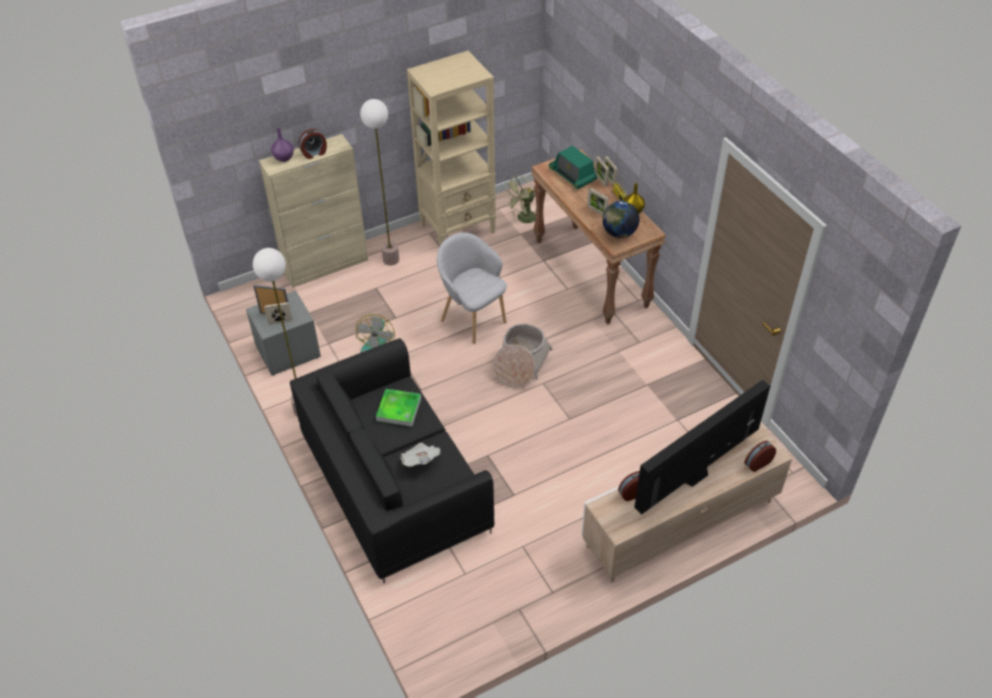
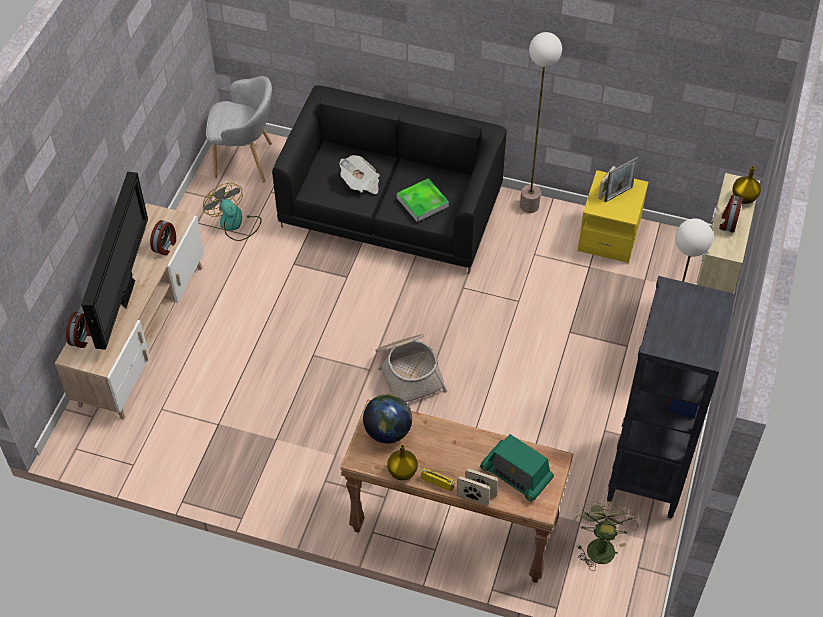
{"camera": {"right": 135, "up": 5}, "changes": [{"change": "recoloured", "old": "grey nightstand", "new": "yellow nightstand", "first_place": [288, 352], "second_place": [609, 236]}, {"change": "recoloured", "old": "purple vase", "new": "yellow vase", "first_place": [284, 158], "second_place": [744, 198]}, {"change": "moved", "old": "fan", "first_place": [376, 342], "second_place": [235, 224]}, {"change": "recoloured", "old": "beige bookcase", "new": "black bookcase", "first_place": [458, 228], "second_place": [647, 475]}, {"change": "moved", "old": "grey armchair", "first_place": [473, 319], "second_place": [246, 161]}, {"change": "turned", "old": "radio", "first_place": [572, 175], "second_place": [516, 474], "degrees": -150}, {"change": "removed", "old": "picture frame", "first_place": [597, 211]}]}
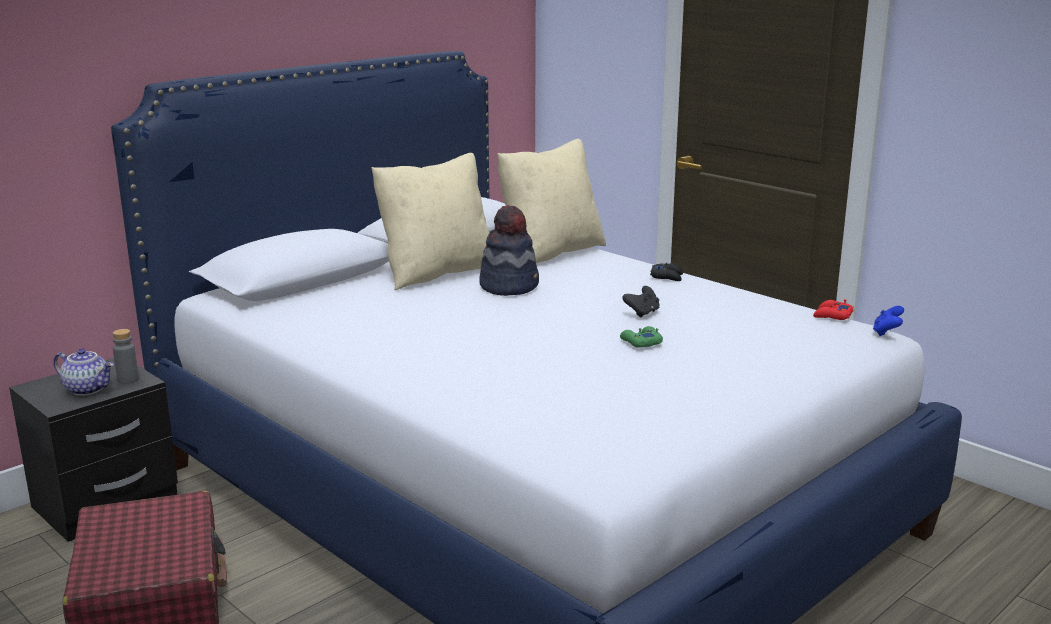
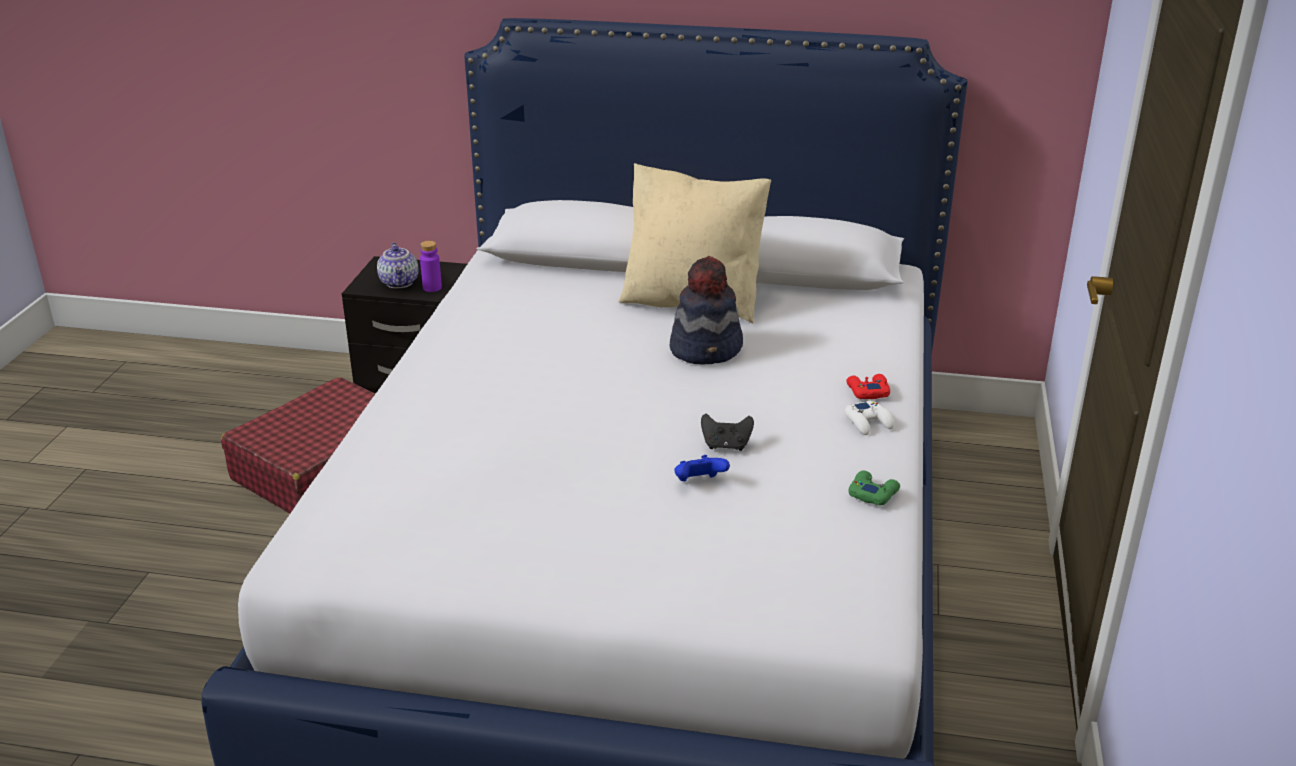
{"camera": {"right": 55, "up": 10}, "changes": [{"change": "recoloured", "old": "grey bottle", "new": "purple bottle", "first_place": [128, 380], "second_place": [432, 288]}, {"change": "removed", "old": "beige pillow", "first_place": [550, 253]}, {"change": "moved", "old": "green game controller", "first_place": [641, 342], "second_place": [872, 493]}, {"change": "recoloured", "old": "black game controller", "new": "white game controller", "first_place": [667, 277], "second_place": [868, 423]}, {"change": "moved", "old": "red game controller", "first_place": [832, 316], "second_place": [867, 391]}, {"change": "moved", "old": "blue game controller", "first_place": [886, 333], "second_place": [699, 483]}]}
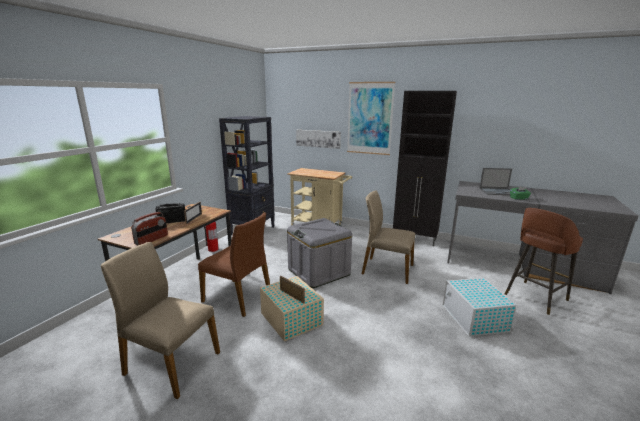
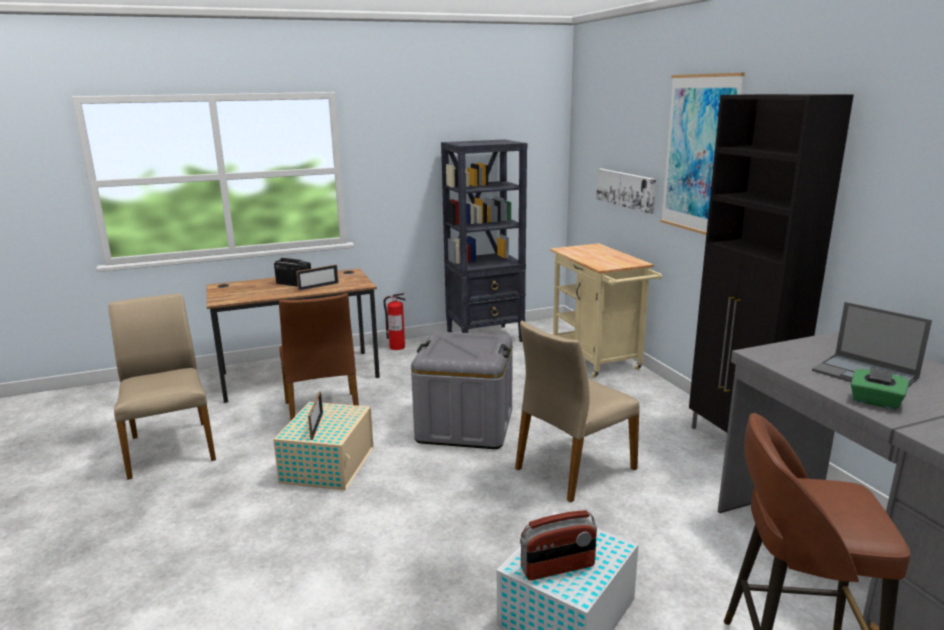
{"camera": {"right": 45, "up": 0}, "changes": [{"change": "moved", "old": "radio", "first_place": [152, 240], "second_place": [558, 568]}, {"change": "turned", "old": "beige chair", "first_place": [387, 269], "second_place": [573, 468], "degrees": -105}]}
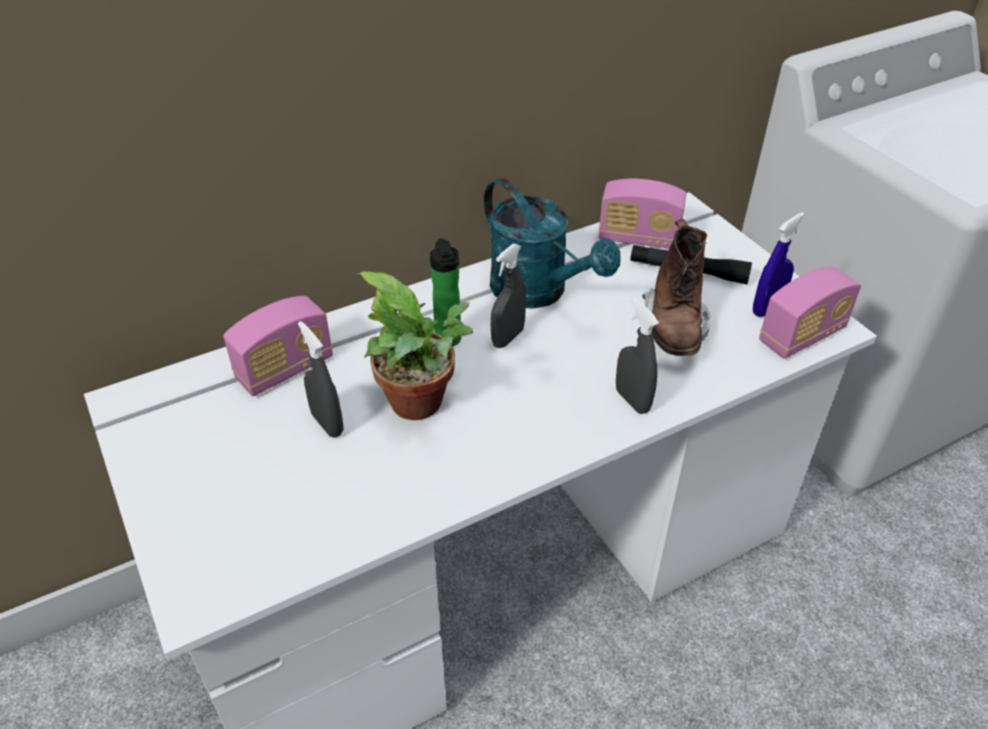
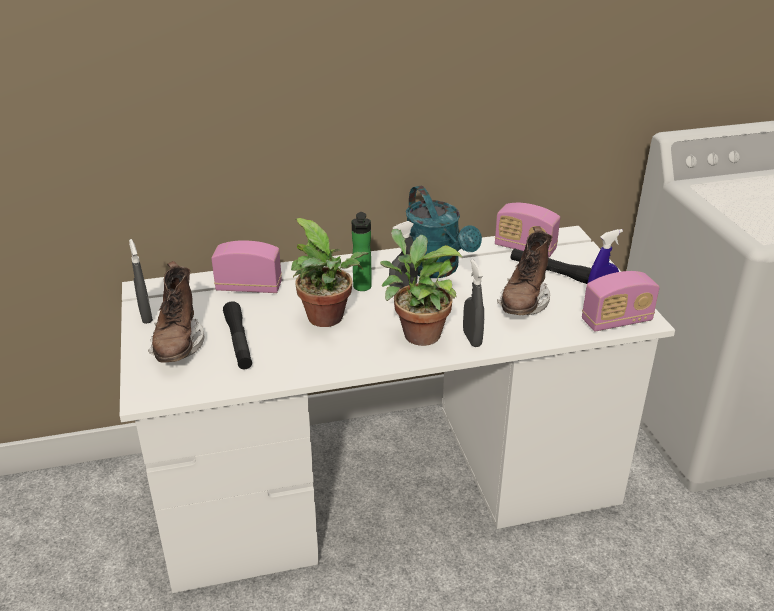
{"camera": {"right": 15, "up": -10}, "changes": [{"change": "turned", "old": "radio", "first_place": [285, 369], "second_place": [249, 287], "degrees": -150}, {"change": "moved", "old": "grey spray bottle", "first_place": [327, 424], "second_place": [146, 316]}, {"change": "added", "new": "brown boot", "second_place": [178, 345]}, {"change": "added", "new": "black flashlight", "second_place": [238, 342]}, {"change": "added", "new": "potted plant", "second_place": [417, 333]}]}
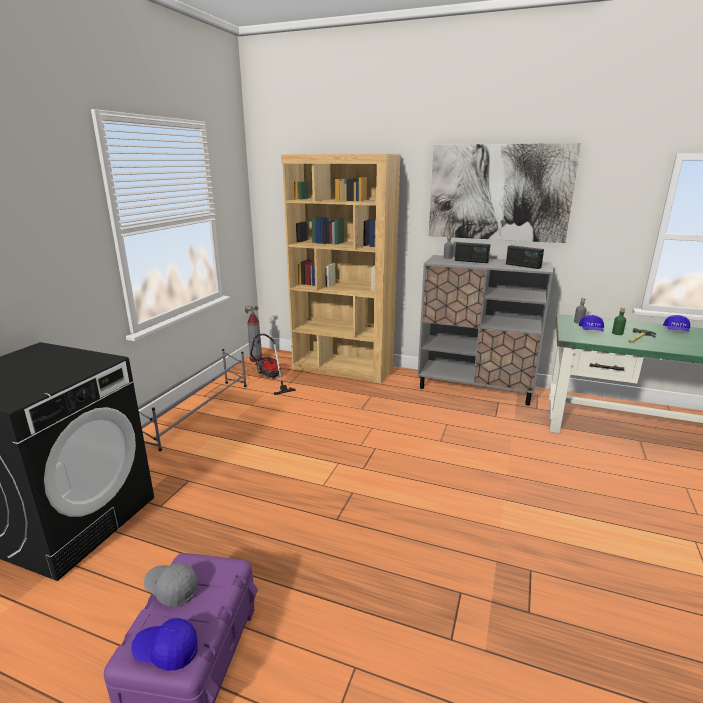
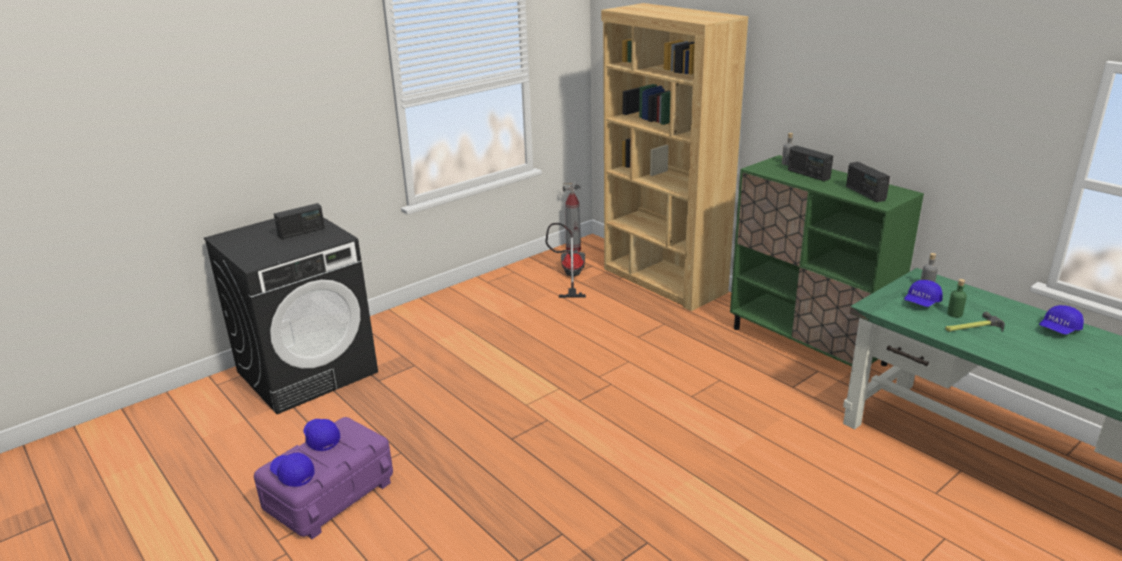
{"camera": {"right": 30, "up": 5}, "changes": [{"change": "removed", "old": "grey shoe rack", "first_place": [198, 412]}, {"change": "recoloured", "old": "grey cap", "new": "blue cap", "first_place": [171, 589], "second_place": [321, 438]}, {"change": "recoloured", "old": "grey cabinet", "new": "green cabinet", "first_place": [475, 388], "second_place": [807, 346]}, {"change": "removed", "old": "picture", "first_place": [499, 193]}, {"change": "added", "new": "radio", "second_place": [301, 232]}]}
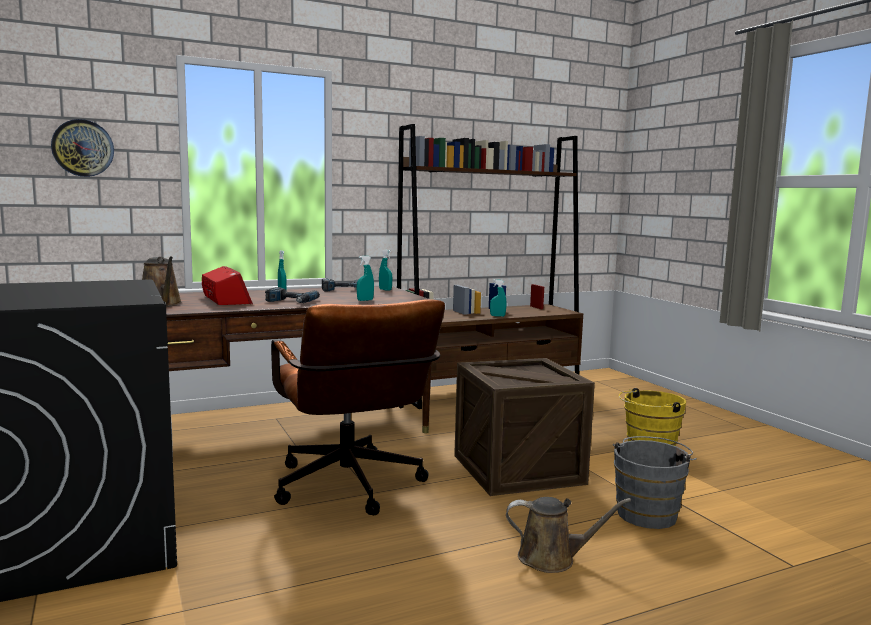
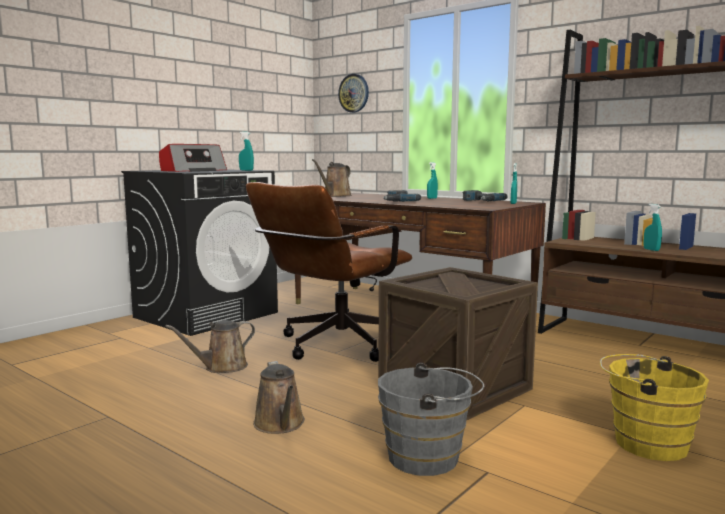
{"camera": {"right": 65, "up": 0}, "changes": [{"change": "moved", "old": "radio", "first_place": [226, 300], "second_place": [193, 171]}, {"change": "moved", "old": "turquoise spray bottle", "first_place": [365, 300], "second_place": [246, 170]}, {"change": "added", "new": "brown watering can", "second_place": [222, 367]}]}
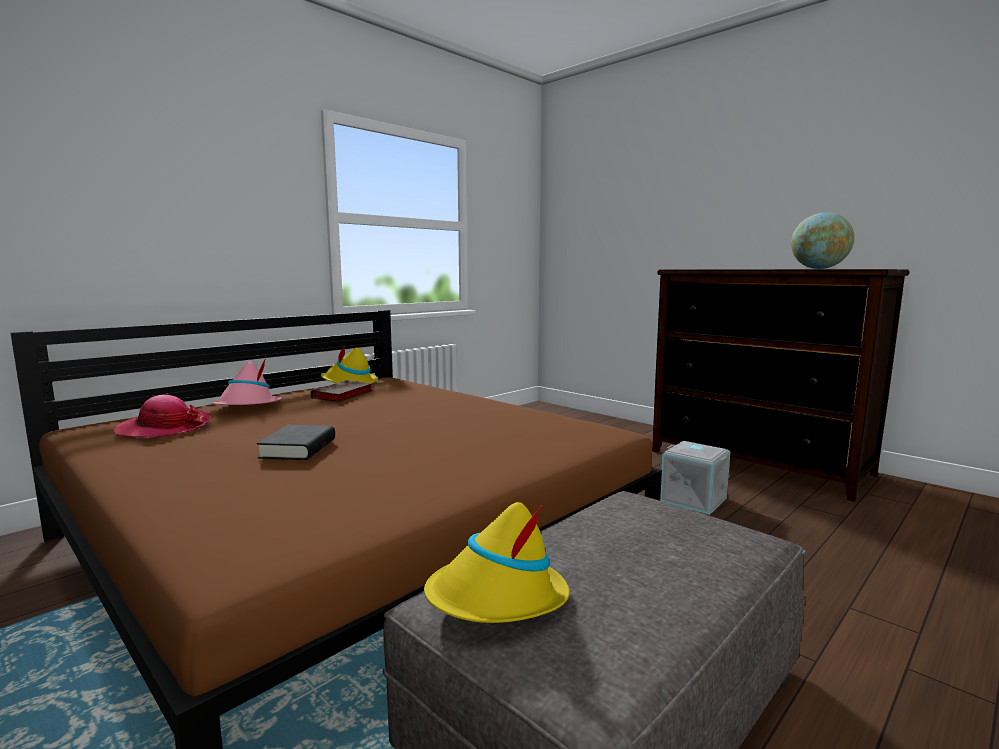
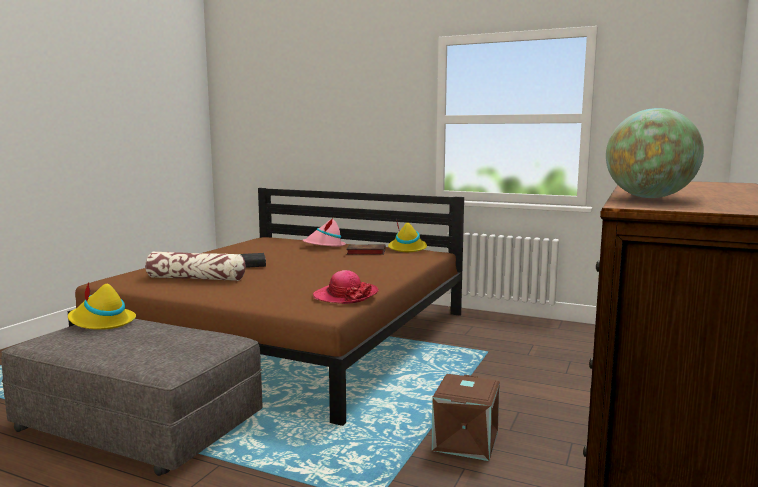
{"camera": {"right": 70, "up": 0}, "changes": [{"change": "moved", "old": "hat", "first_place": [164, 428], "second_place": [345, 296]}, {"change": "recoloured", "old": "grey storage box", "new": "brown storage box", "first_place": [694, 499], "second_place": [466, 442]}, {"change": "added", "new": "pillow", "second_place": [196, 278]}]}
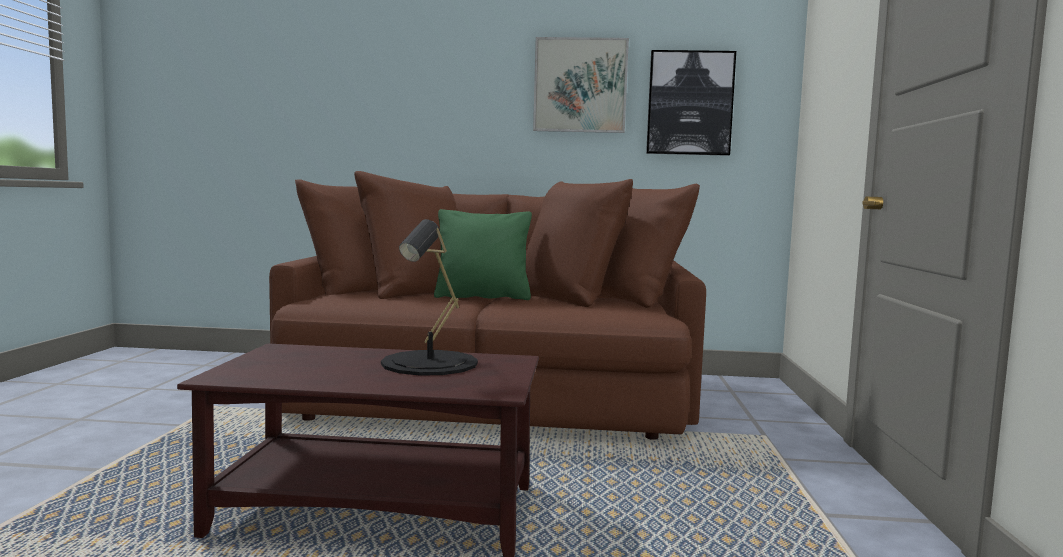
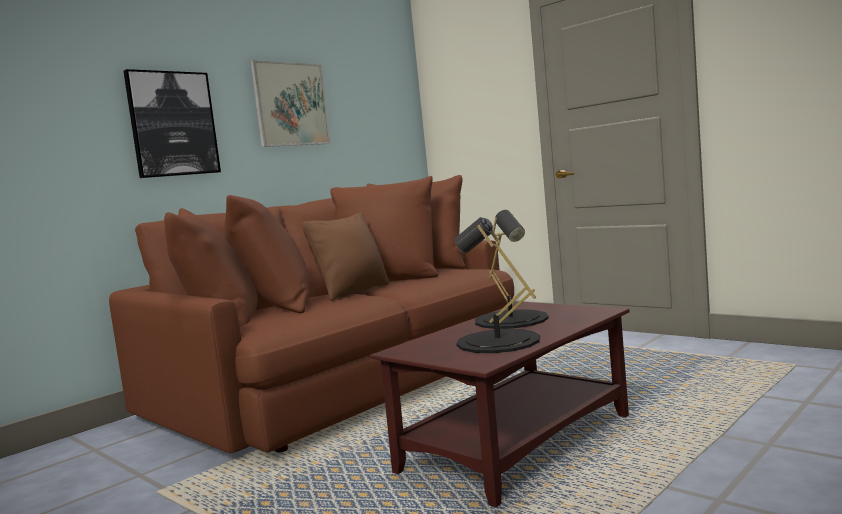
{"camera": {"right": -50, "up": 0}, "changes": [{"change": "recoloured", "old": "green pillow", "new": "brown pillow", "first_place": [482, 297], "second_place": [353, 292]}, {"change": "moved", "old": "picture", "first_place": [690, 103], "second_place": [172, 124]}, {"change": "added", "new": "black table lamp", "second_place": [498, 341]}]}
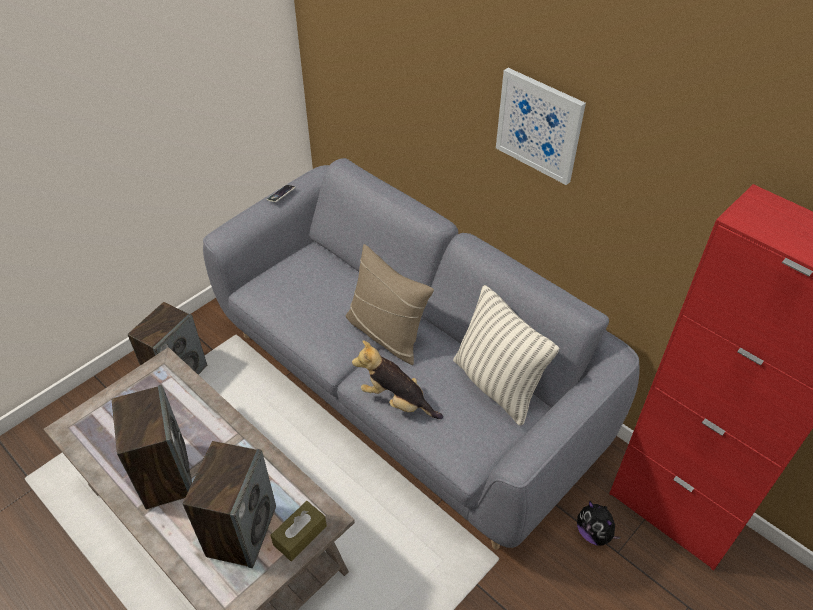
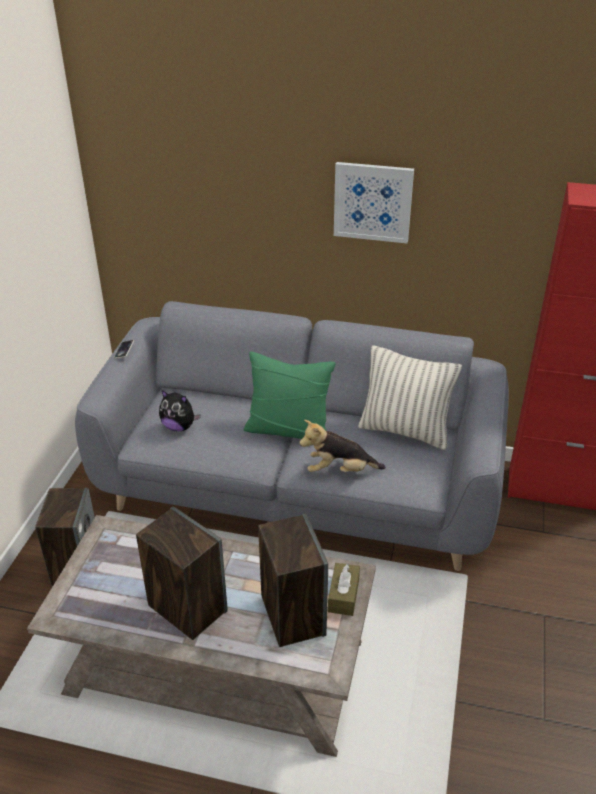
{"camera": {"right": -30, "up": -10}, "changes": [{"change": "recoloured", "old": "beige pillow", "new": "green pillow", "first_place": [386, 334], "second_place": [289, 430]}, {"change": "moved", "old": "plush toy", "first_place": [594, 533], "second_place": [179, 427]}]}
